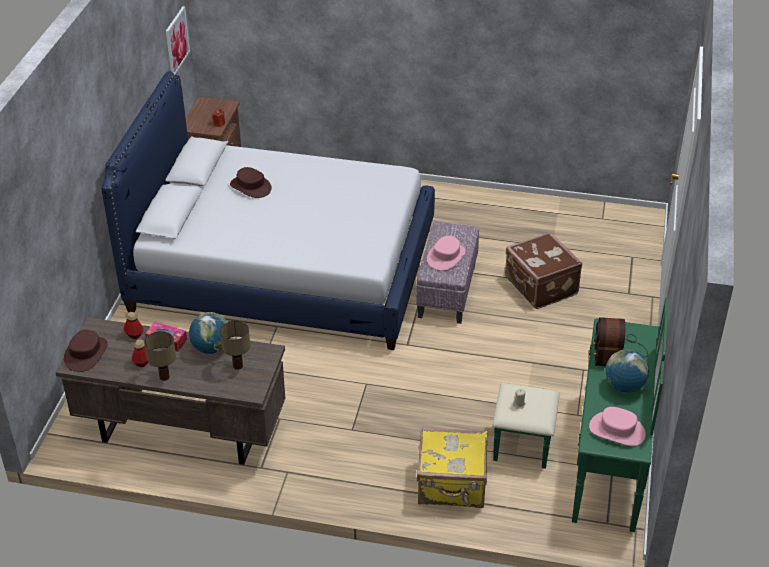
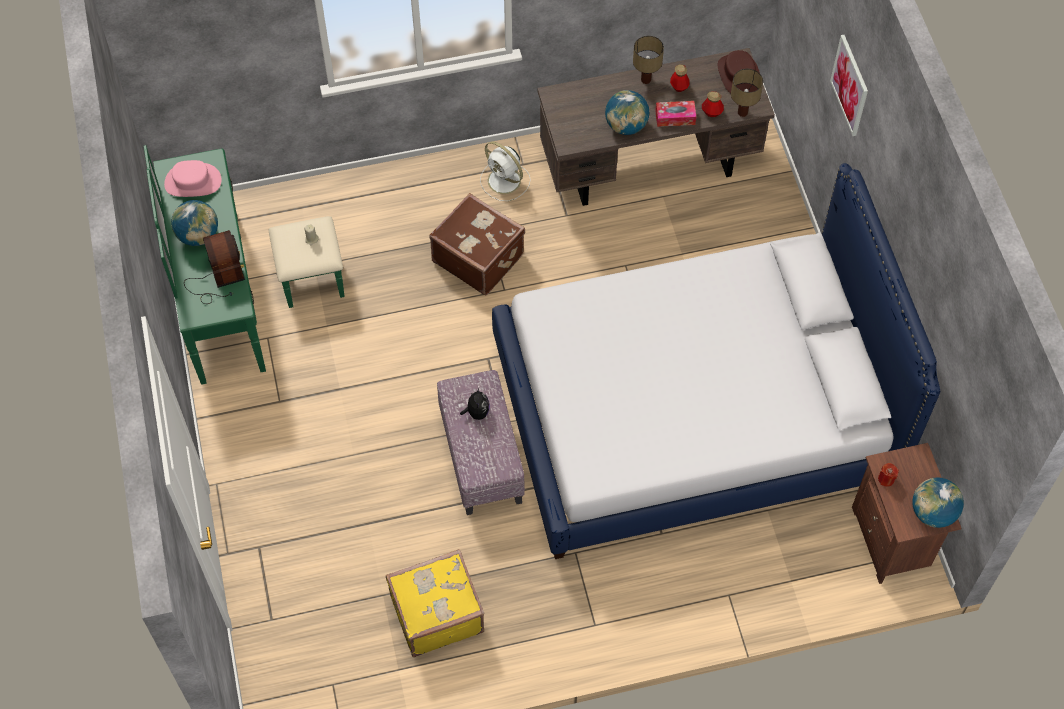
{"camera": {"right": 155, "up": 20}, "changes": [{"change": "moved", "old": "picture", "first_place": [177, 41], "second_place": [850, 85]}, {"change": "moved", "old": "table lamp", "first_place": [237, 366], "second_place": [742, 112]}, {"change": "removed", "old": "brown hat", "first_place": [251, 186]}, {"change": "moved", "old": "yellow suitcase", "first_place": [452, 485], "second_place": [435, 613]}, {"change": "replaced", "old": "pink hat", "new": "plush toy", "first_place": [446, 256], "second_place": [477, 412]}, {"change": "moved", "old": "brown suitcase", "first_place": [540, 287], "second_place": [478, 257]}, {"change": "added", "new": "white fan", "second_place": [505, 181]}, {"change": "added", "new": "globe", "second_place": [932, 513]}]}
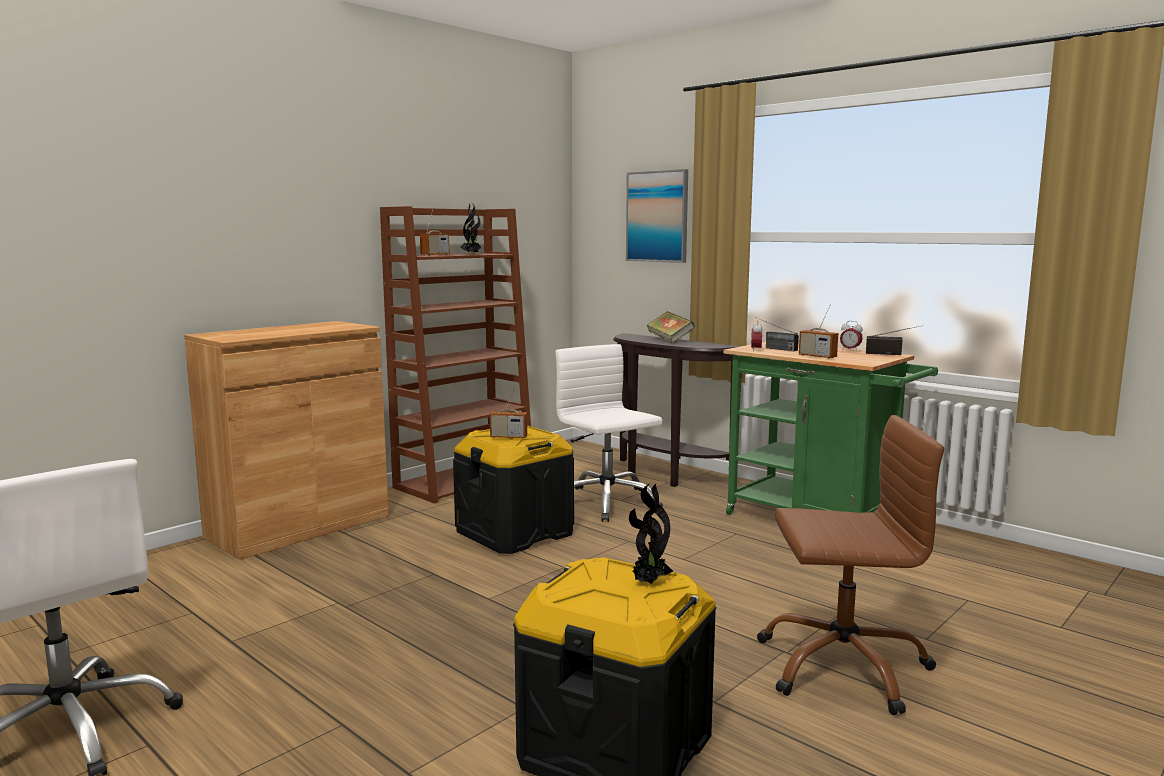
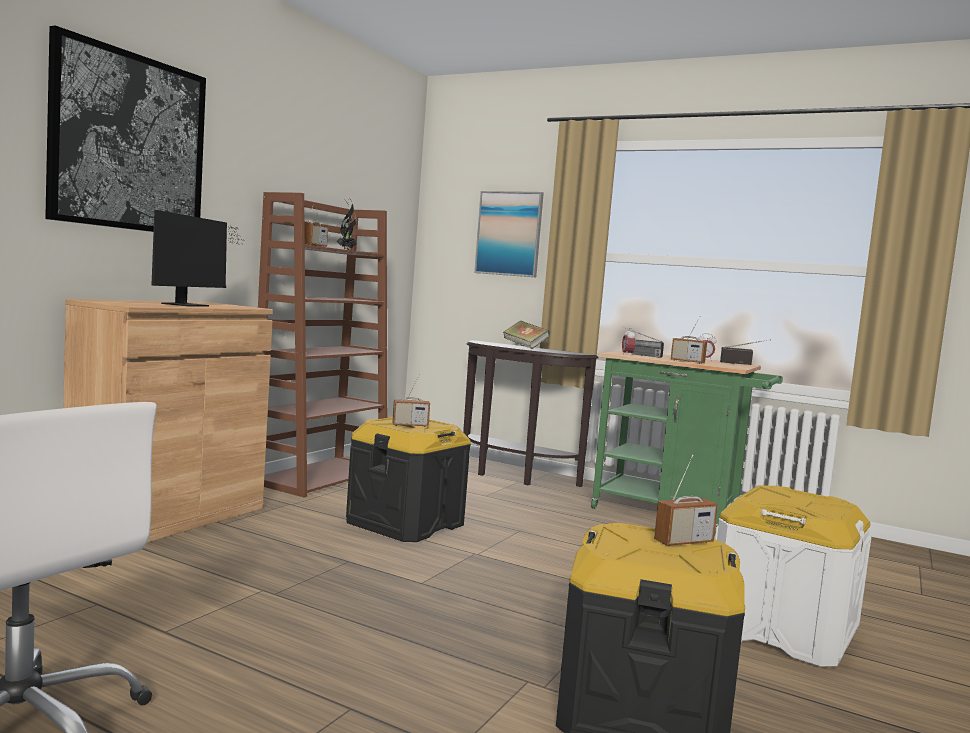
{"camera": {"right": -15, "up": -5}, "changes": [{"change": "removed", "old": "white office chair", "first_place": [606, 503]}, {"change": "replaced", "old": "potted plant", "new": "radio", "first_place": [649, 582], "second_place": [683, 542]}, {"change": "replaced", "old": "brown office chair", "new": "white storage box", "first_place": [842, 666], "second_place": [782, 631]}, {"change": "added", "new": "picture", "second_place": [129, 142]}, {"change": "added", "new": "monitor", "second_place": [190, 305]}]}
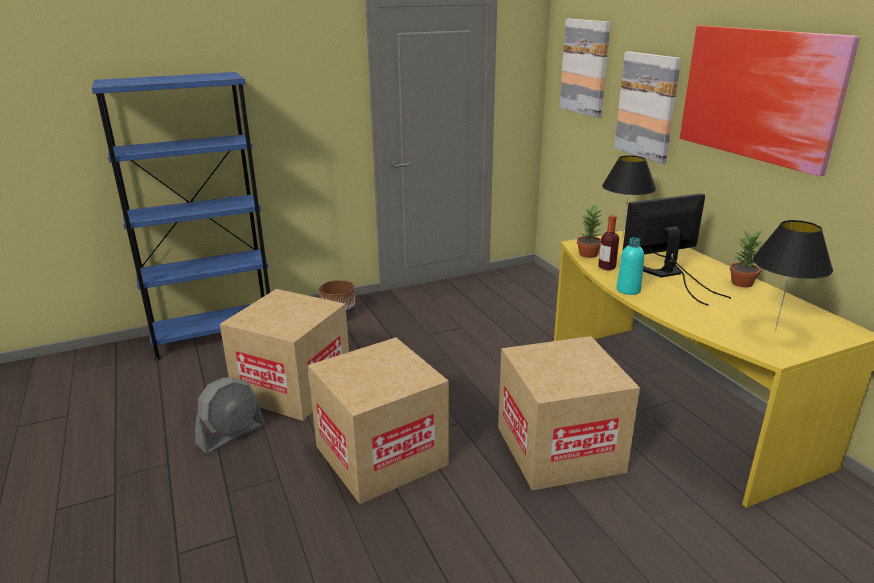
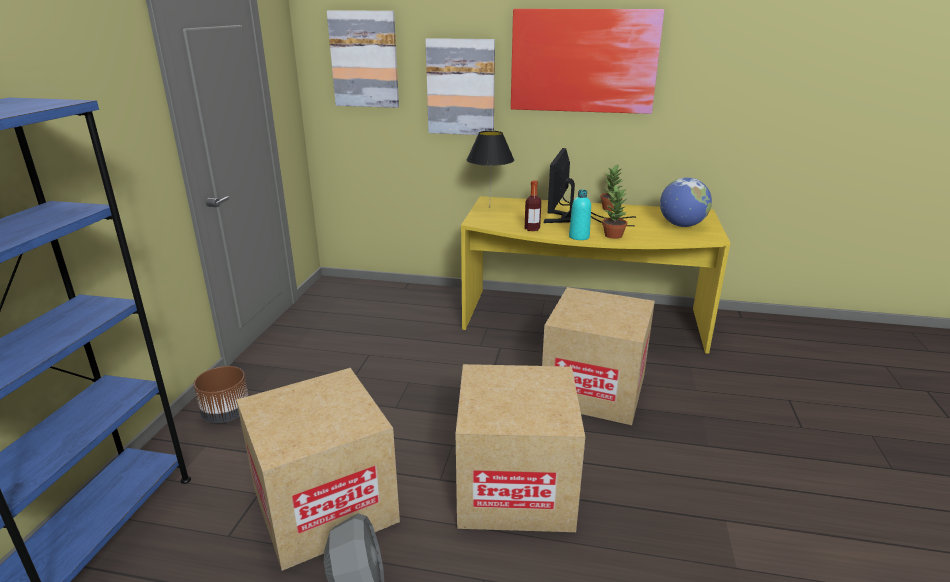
{"camera": {"right": -55, "up": 0}, "changes": [{"change": "moved", "old": "potted plant", "first_place": [588, 254], "second_place": [613, 235]}, {"change": "replaced", "old": "black table lamp", "new": "globe", "first_place": [775, 330], "second_place": [682, 225]}]}
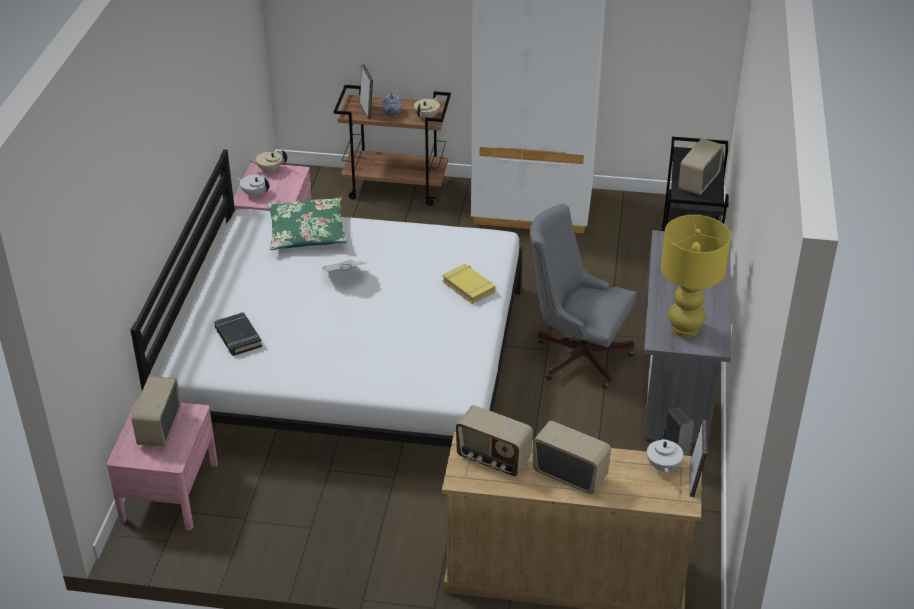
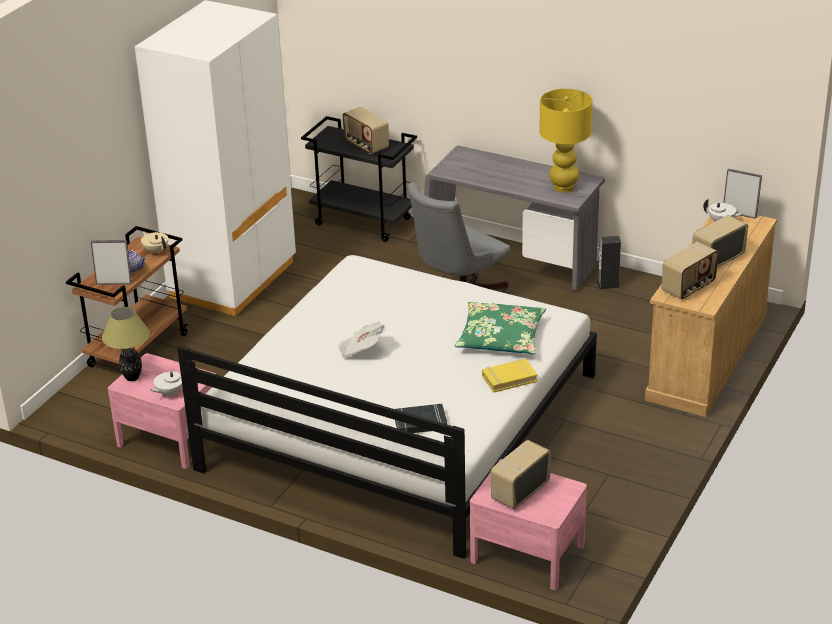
{"camera": {"right": -70, "up": -5}, "changes": [{"change": "turned", "old": "radio", "first_place": [159, 428], "second_place": [520, 491], "degrees": 105}, {"change": "replaced", "old": "beige teapot", "new": "table lamp", "first_place": [269, 170], "second_place": [132, 378]}, {"change": "moved", "old": "green pillow", "first_place": [307, 233], "second_place": [500, 337]}, {"change": "moved", "old": "yellow book", "first_place": [469, 287], "second_place": [509, 378]}]}
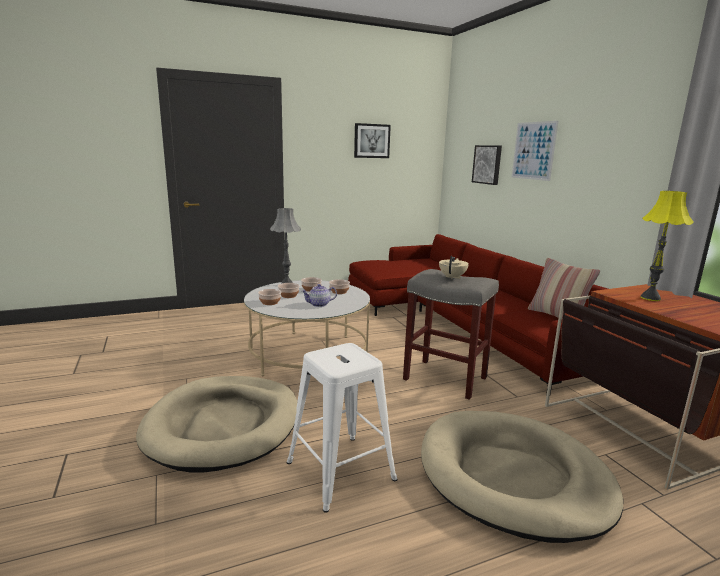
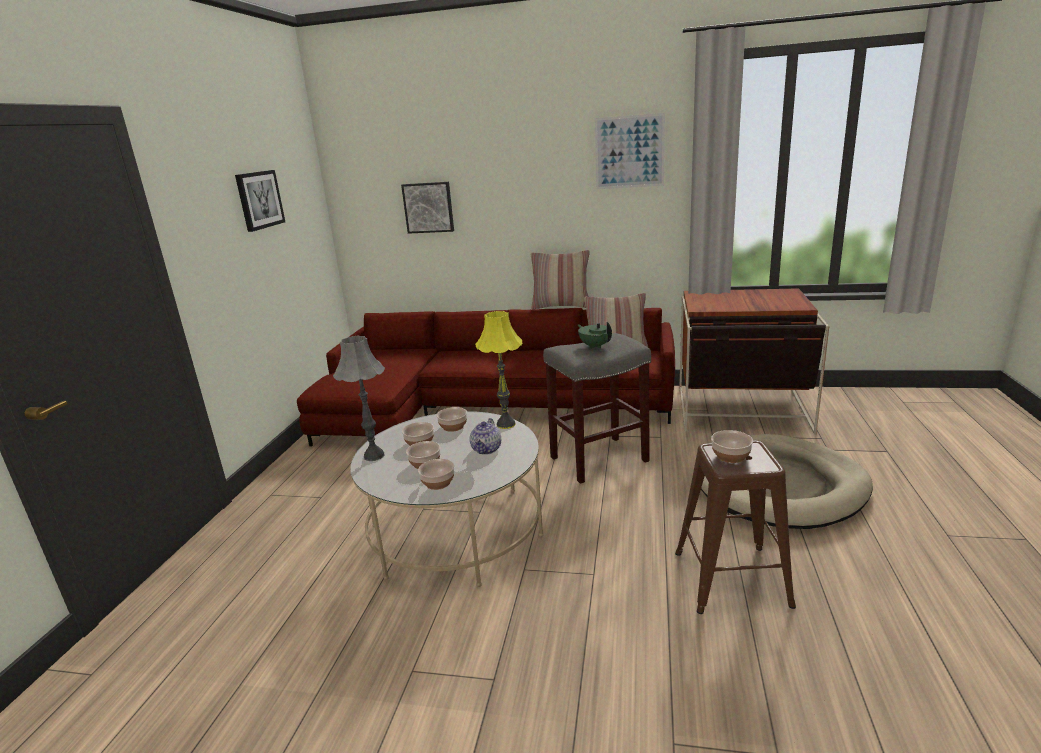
{"camera": {"right": -55, "up": 5}, "changes": [{"change": "removed", "old": "beige dog bed", "first_place": [224, 425]}, {"change": "recoloured", "old": "white stool", "new": "brown stool", "first_place": [339, 470], "second_place": [730, 579]}, {"change": "recoloured", "old": "beige teapot", "new": "green teapot", "first_place": [452, 277], "second_place": [595, 346]}, {"change": "moved", "old": "picture", "first_place": [533, 151], "second_place": [629, 152]}, {"change": "moved", "old": "yellow table lamp", "first_place": [650, 298], "second_place": [505, 424]}, {"change": "added", "new": "pillow", "second_place": [561, 306]}, {"change": "added", "new": "bowl", "second_place": [731, 456]}]}
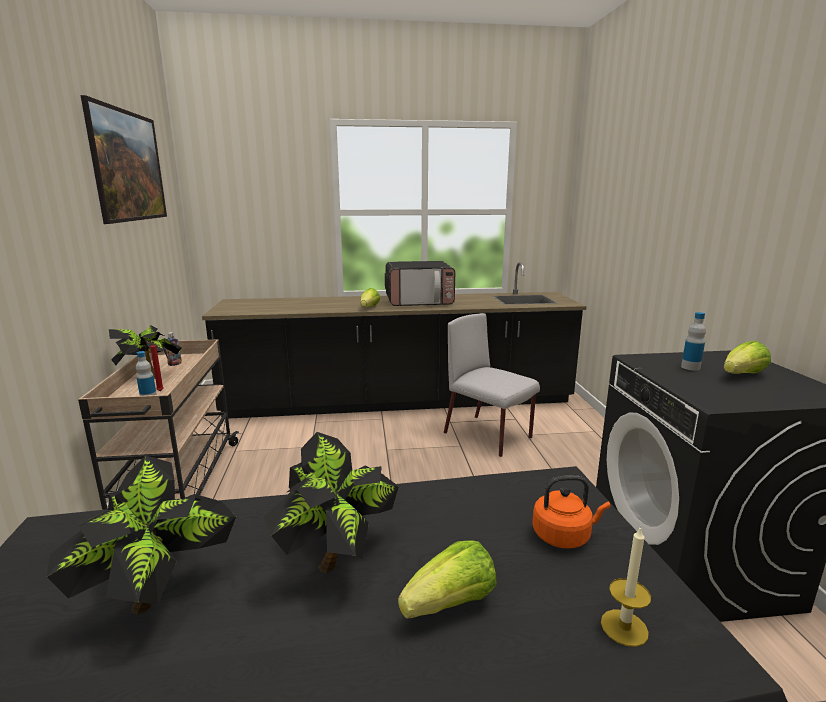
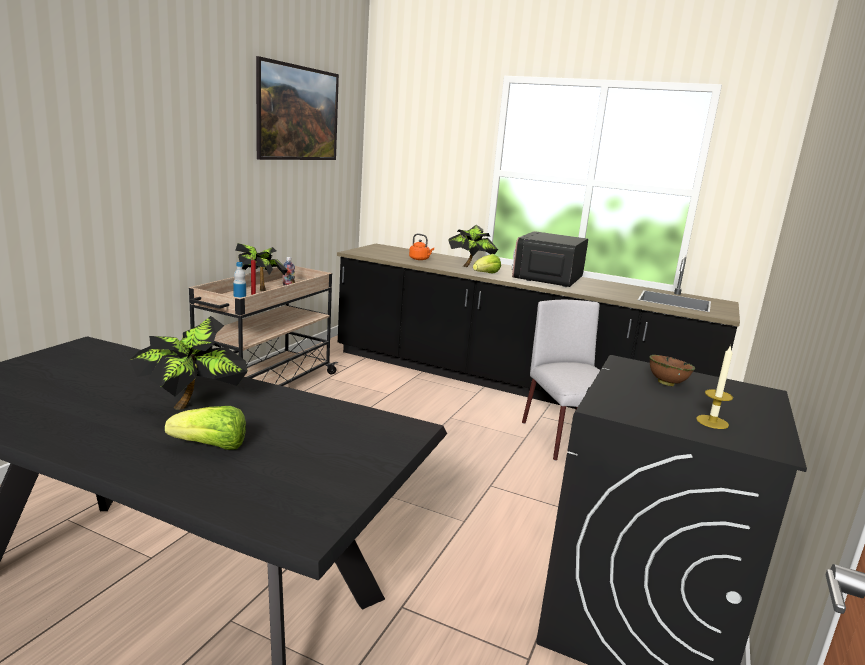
{"camera": {"right": 30, "up": 0}, "changes": [{"change": "moved", "old": "potted plant", "first_place": [160, 594], "second_place": [470, 266]}, {"change": "turned", "old": "microwave", "first_place": [419, 301], "second_place": [547, 279], "degrees": 90}, {"change": "moved", "old": "orange kettle", "first_place": [564, 536], "second_place": [420, 259]}, {"change": "moved", "old": "candle", "first_place": [624, 627], "second_place": [712, 422]}, {"change": "replaced", "old": "bottle", "new": "brown bowl", "first_place": [690, 367], "second_place": [666, 383]}, {"change": "removed", "old": "lettuce", "first_place": [742, 375]}]}
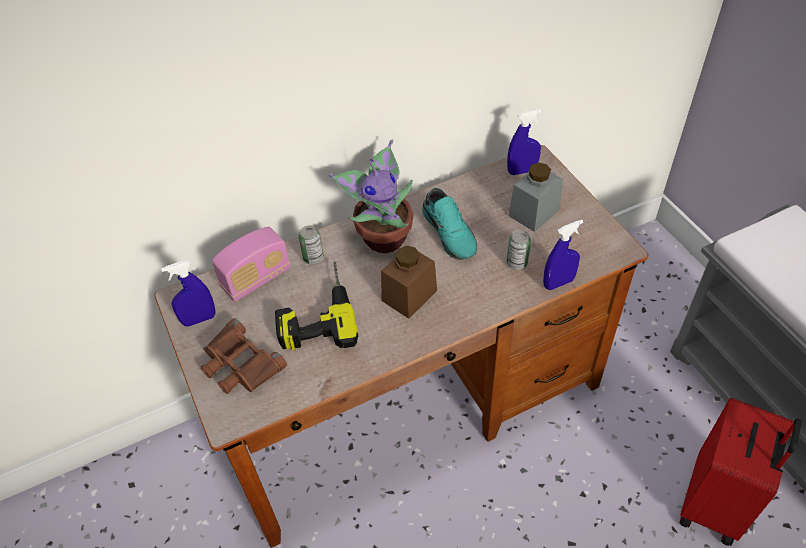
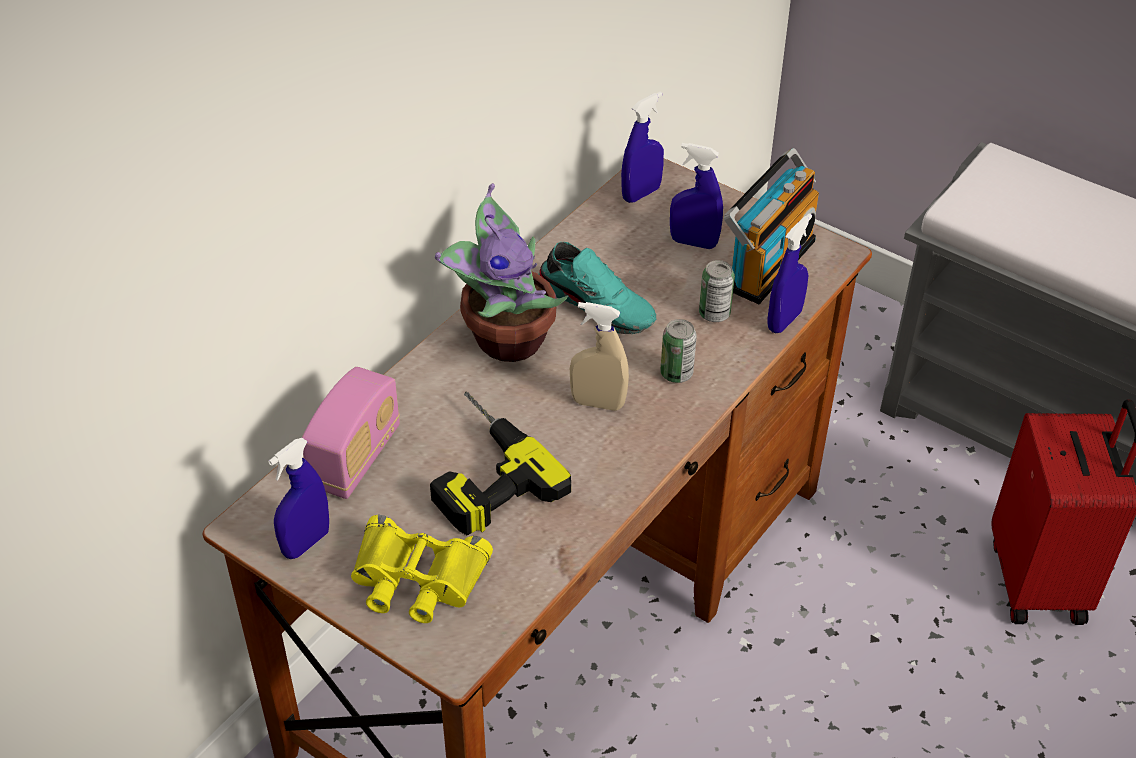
{"camera": {"right": -30, "up": -5}, "changes": [{"change": "recoloured", "old": "brown binoculars", "new": "yellow binoculars", "first_place": [240, 364], "second_place": [416, 579]}, {"change": "moved", "old": "can", "first_place": [313, 258], "second_place": [676, 373]}, {"change": "replaced", "old": "brown jar", "new": "beige spray bottle", "first_place": [409, 295], "second_place": [598, 403]}, {"change": "replaced", "old": "grey jar", "new": "blue spray bottle", "first_place": [534, 212], "second_place": [693, 243]}, {"change": "added", "new": "radio", "second_place": [767, 263]}]}
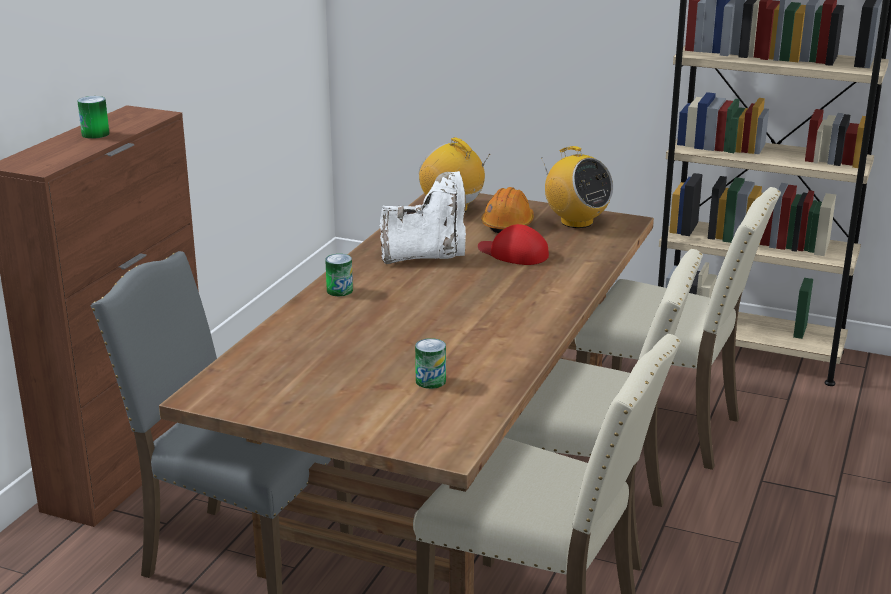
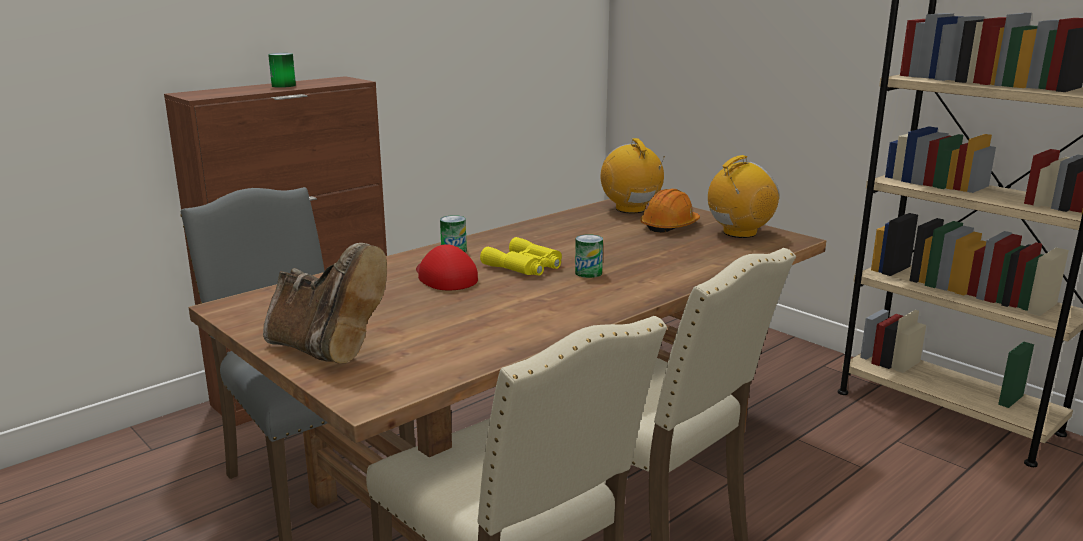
{"camera": {"right": 25, "up": -5}, "changes": [{"change": "removed", "old": "white boot", "first_place": [427, 256]}, {"change": "moved", "old": "can", "first_place": [430, 381], "second_place": [588, 273]}, {"change": "moved", "old": "red cap", "first_place": [513, 253], "second_place": [444, 277]}, {"change": "turned", "old": "radio", "first_place": [576, 222], "second_place": [739, 233], "degrees": -105}, {"change": "removed", "old": "beige chair", "first_place": [662, 428]}, {"change": "added", "new": "brown boot", "second_place": [326, 351]}, {"change": "added", "new": "yellow binoculars", "second_place": [525, 266]}]}
